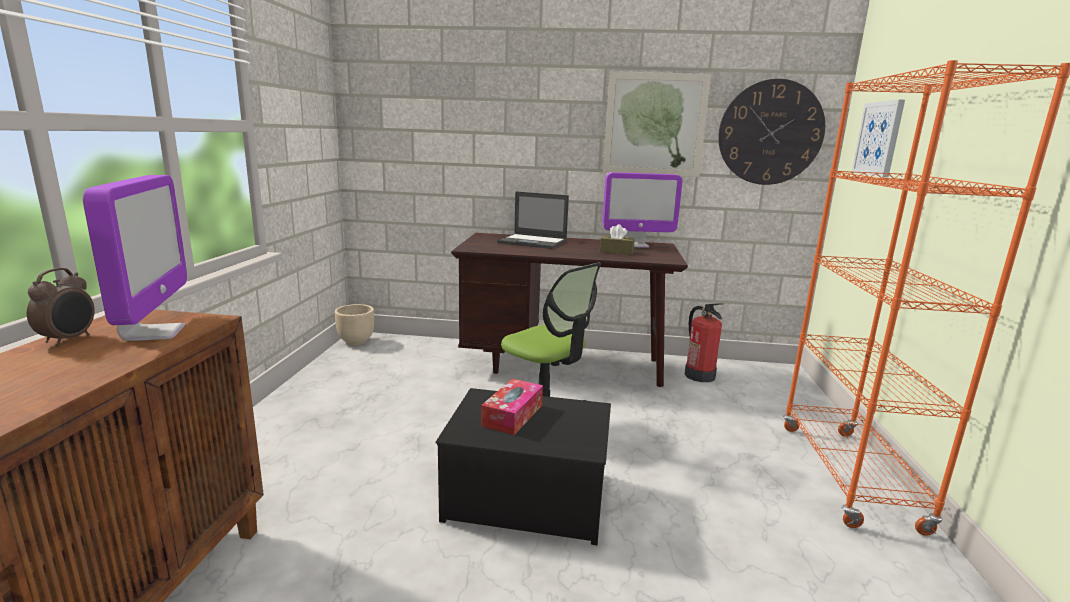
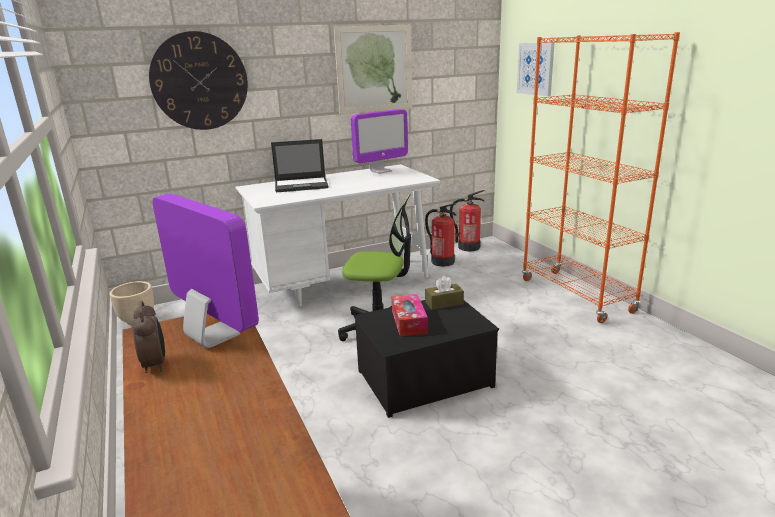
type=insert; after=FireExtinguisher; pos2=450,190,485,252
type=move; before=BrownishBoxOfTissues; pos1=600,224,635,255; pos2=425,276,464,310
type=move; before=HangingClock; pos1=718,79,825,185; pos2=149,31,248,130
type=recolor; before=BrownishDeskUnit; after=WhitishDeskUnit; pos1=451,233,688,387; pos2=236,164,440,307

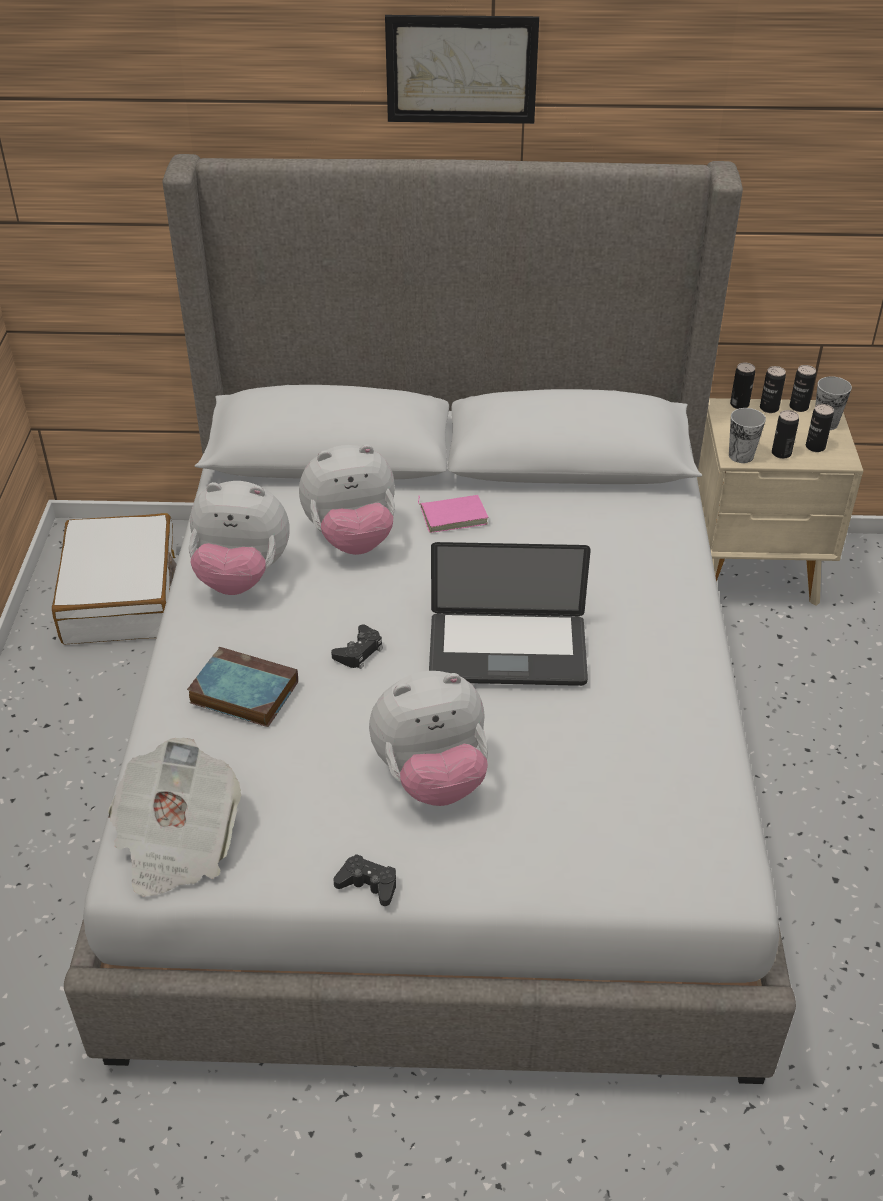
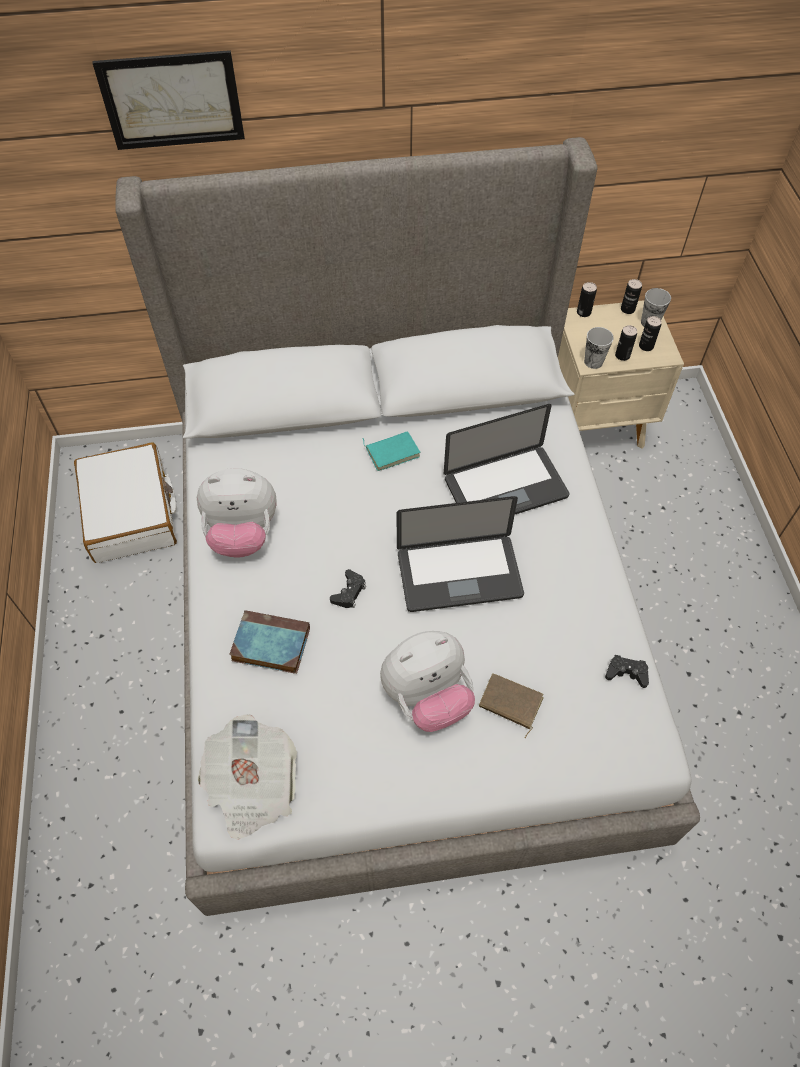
type=delete; before=SoftToy; pos1=299,444,395,555
type=delete; before=SealedCan; pos1=760,366,786,413
type=insert; after=PortableComputer; pos2=444,404,570,514
type=insert; after=BrownishBoundBook; pos2=479,673,544,739
type=move; before=BlackGamepad; pos1=333,854,396,906; pos2=605,655,649,688
type=move; before=WallPicture; pos1=385,15,539,124; pos2=92,50,245,150
type=recolor; before=PinkColouredBoundBook; after=TurquoiseBoundBook; pos1=418,495,489,533; pos2=362,431,420,471

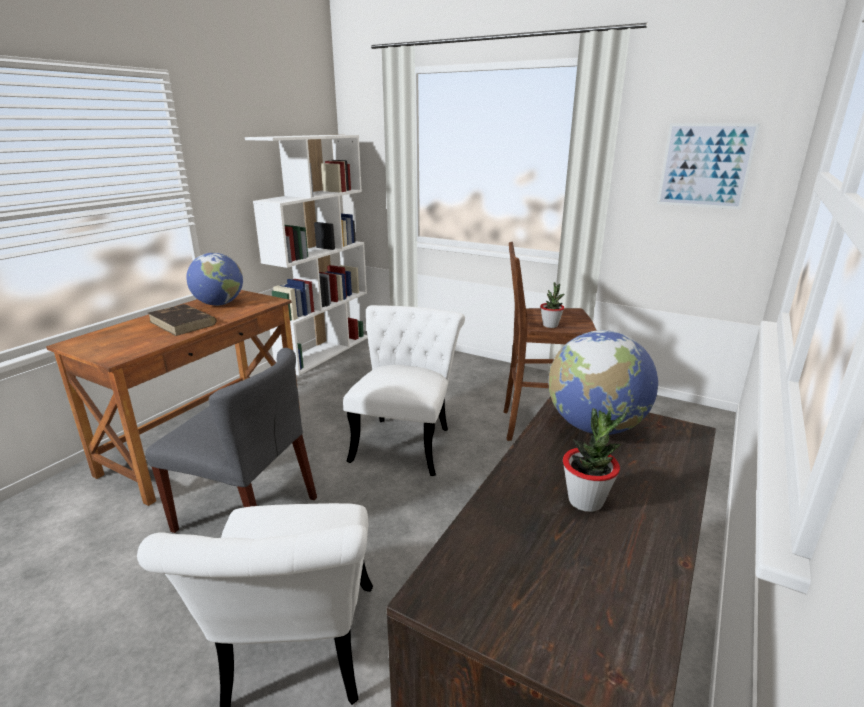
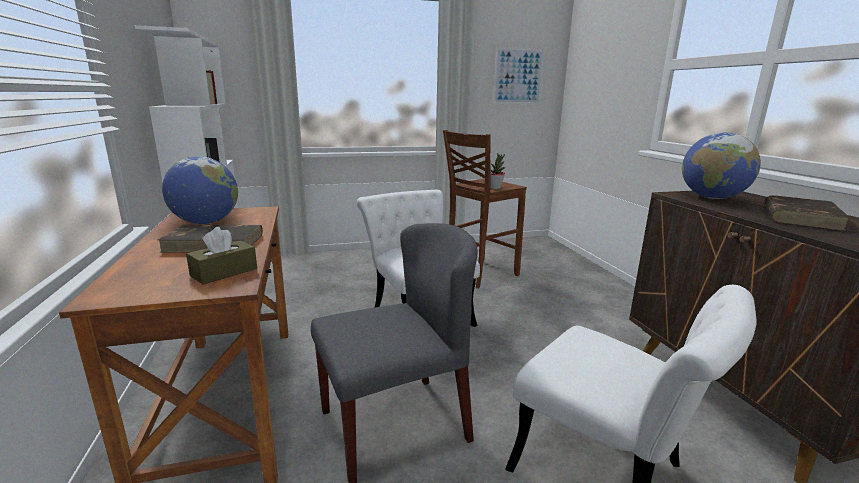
type=insert; after=BrownishBoxOfTissues; pos2=186,227,257,285
type=replace; before=Houseplant; after=BrownishBoundBook; pos1=563,408,627,512; pos2=765,195,850,231

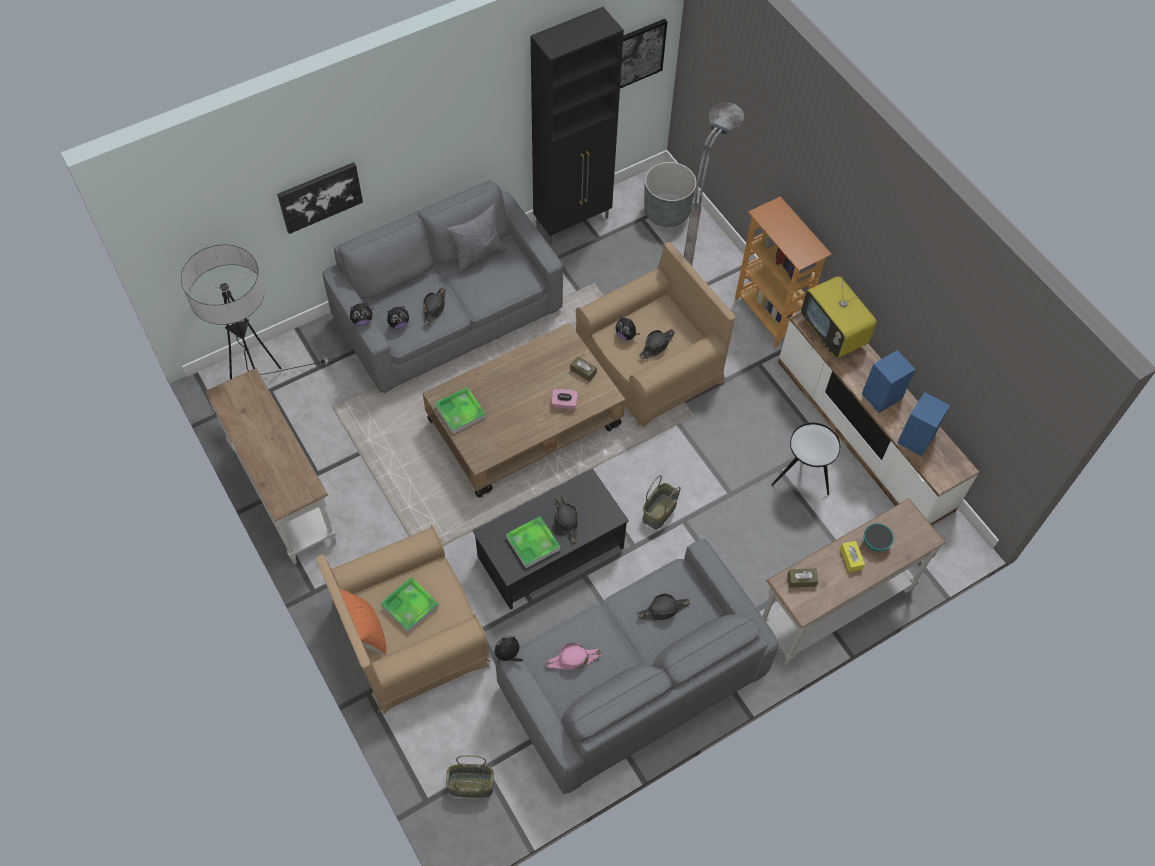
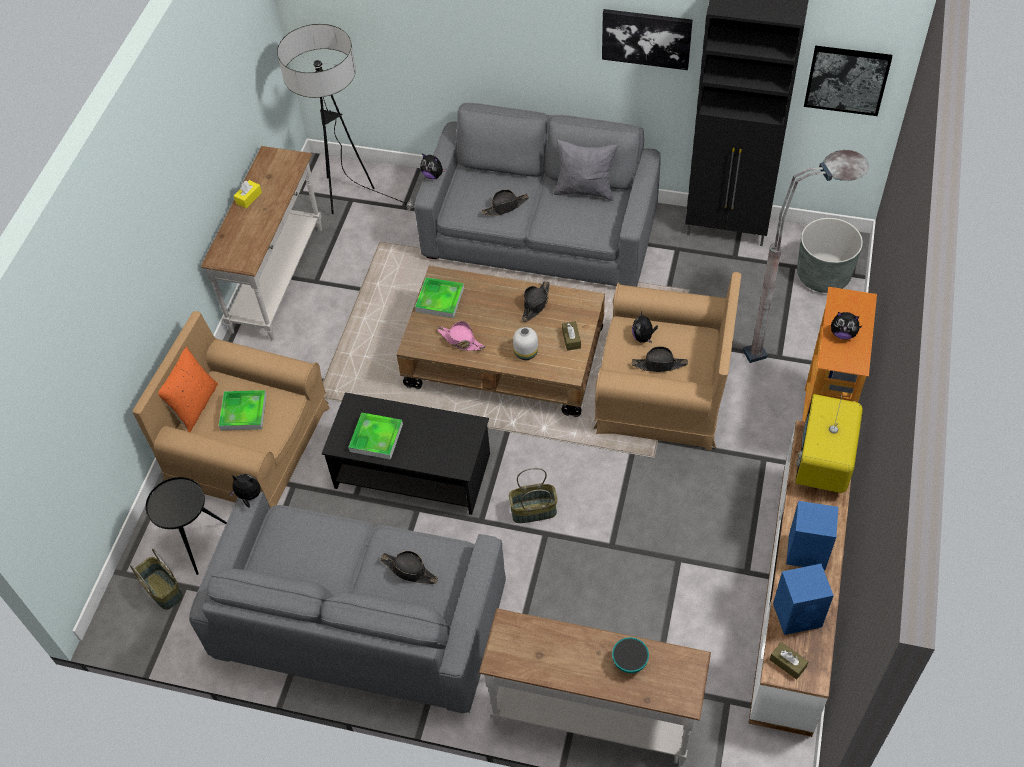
type=move; before=WallPicture; pos1=277,162,363,234; pos2=602,9,693,70
type=move; before=SoftToy; pos1=387,306,409,329; pos2=831,312,862,340
type=move; before=PinkColouredWearableHat; pos1=545,642,602,670; pos2=437,321,485,351
type=move; before=BlackWearableHat; pos1=555,495,578,543; pos2=522,281,550,322
type=move; before=BlackSideTable; pos1=771,423,841,495; pos2=145,477,227,575
type=move; before=BrownishBoxOfTissues; pos1=787,568,818,588; pos2=770,642,808,679
type=move; before=YellowBoxOfTissues; pos1=840,541,865,572; pos2=234,180,262,208
type=replace; before=PinkColouredBoxOfTissues; after=WhitishVase; pos1=551,389,578,409; pos2=513,327,538,360

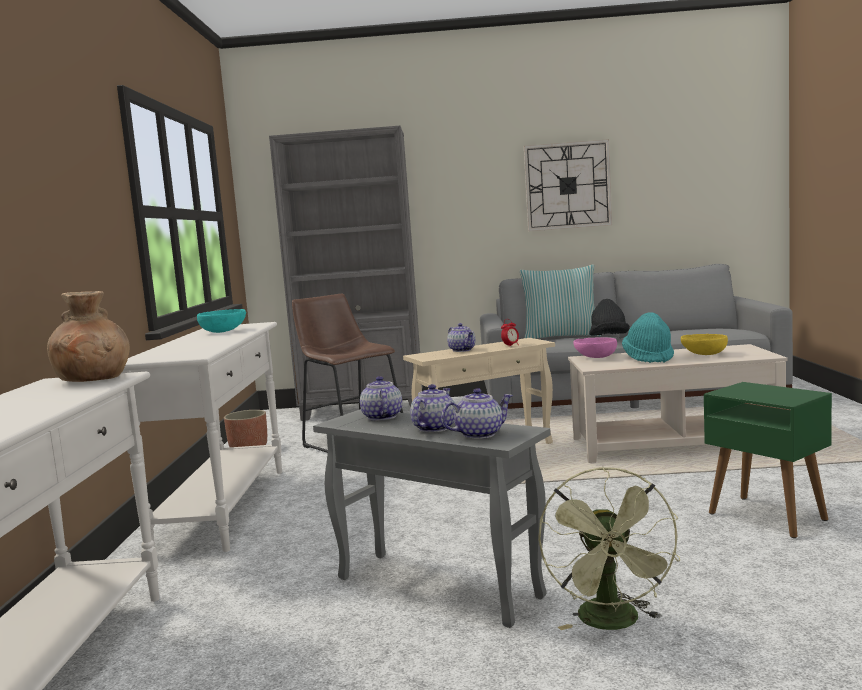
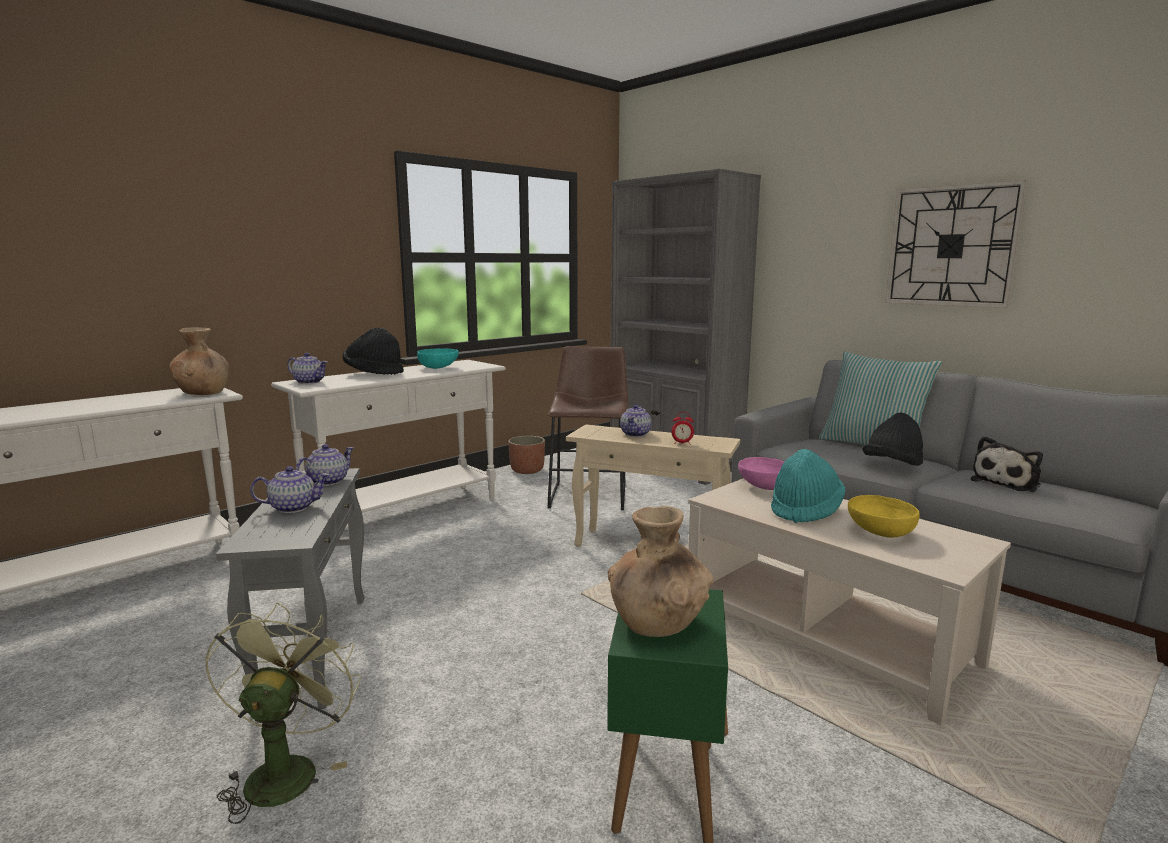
type=insert; after=BlackWearableHat; pos2=343,327,404,375
type=insert; after=BrownishVase; pos2=608,506,713,637
type=insert; after=SoftToy; pos2=970,436,1043,492
type=move; before=Teapot; pos1=441,388,513,439; pos2=287,353,327,384
type=rotate; before=GreenFan; pos1=538,467,680,630; pos2=205,603,361,824; turn=135

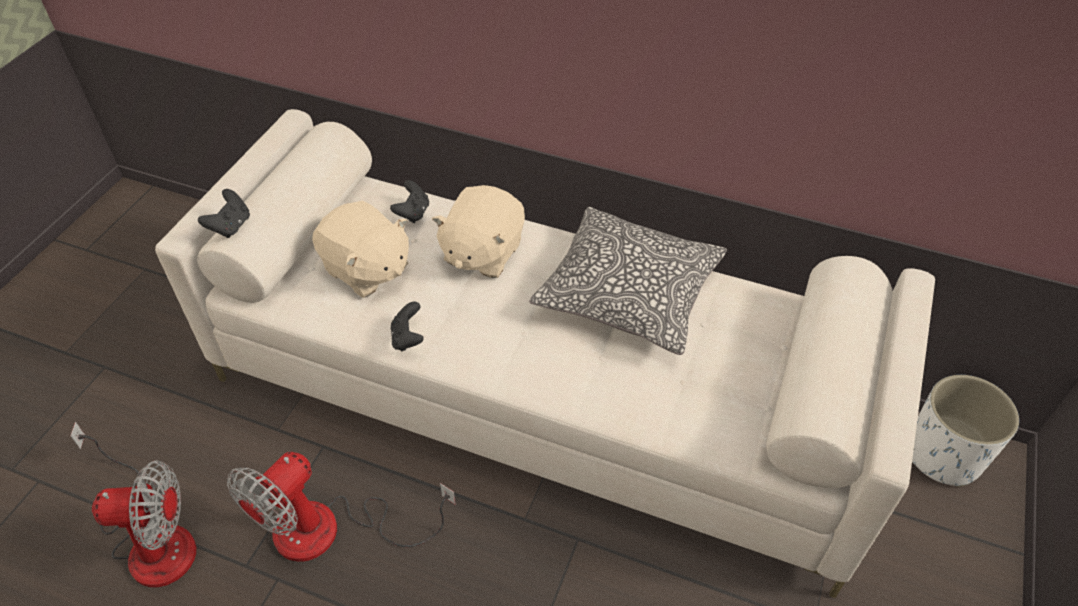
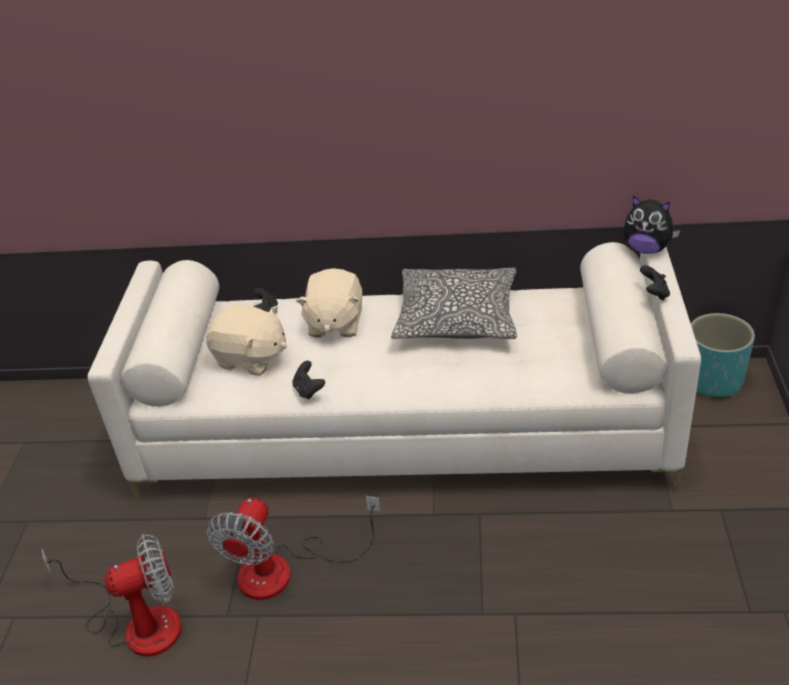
type=insert; after=SoftToy; pos2=624,196,680,254
type=move; before=BlackGamepad; pos1=198,189,250,238; pos2=640,265,670,300
type=recolor; before=WhitishPlanter; after=TurquoisePlanter; pos1=912,375,1019,487; pos2=691,313,755,397

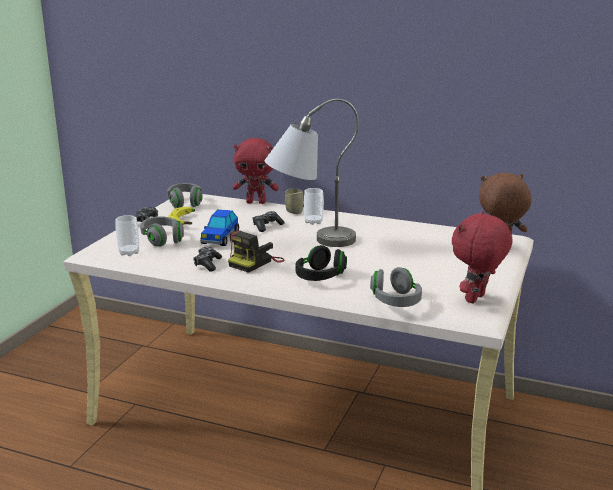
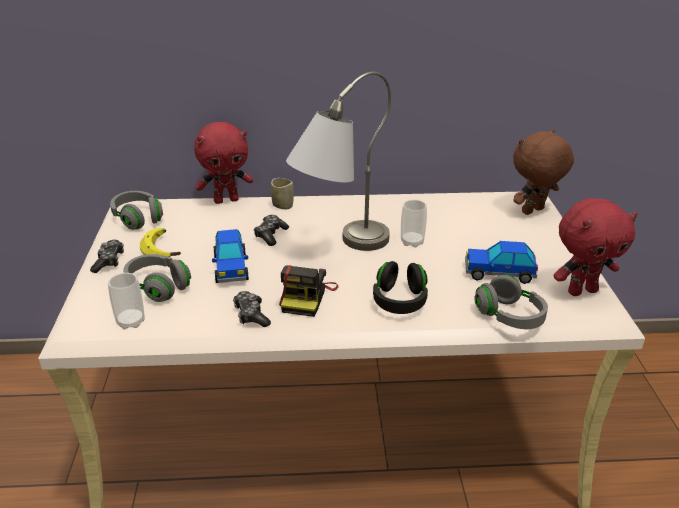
type=insert; after=MiniatureCar; pos2=465,241,538,284
type=move; before=DrinkingCup; pos1=304,188,324,225; pos2=401,200,427,248
type=rotate; before=RedSoftToy; pos1=452,211,512,303; pos2=553,198,638,296; turn=-120

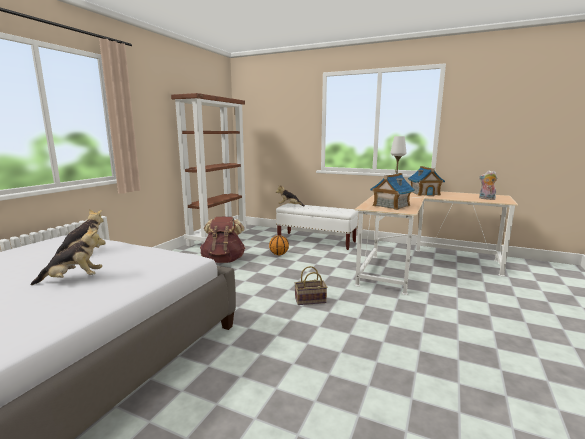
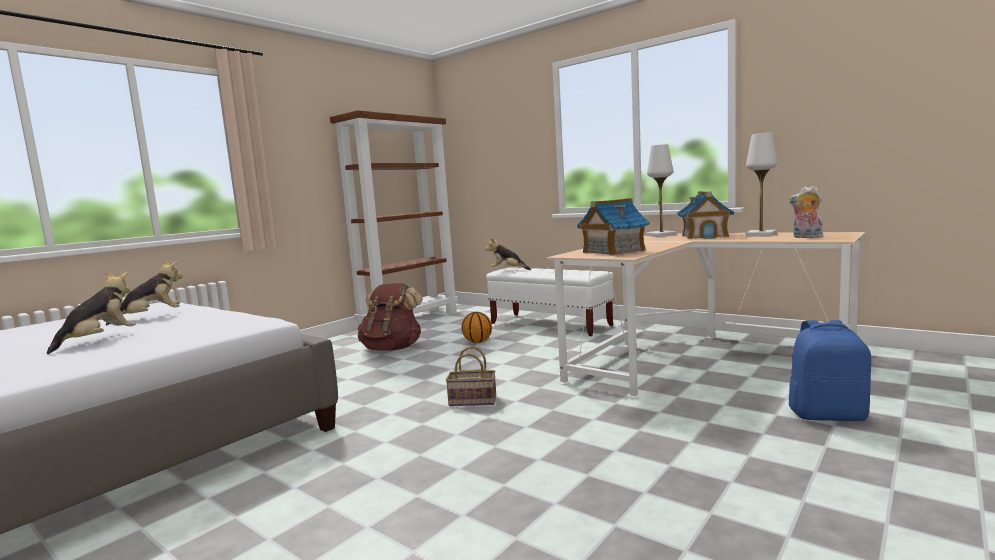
type=insert; after=WhitishTableLamp; pos2=745,132,778,237
type=insert; after=BlueColouredKnapsack; pos2=789,320,871,421
type=rotate; before=SoftToy; pos1=30,227,105,285; pos2=47,272,136,354; turn=-60

